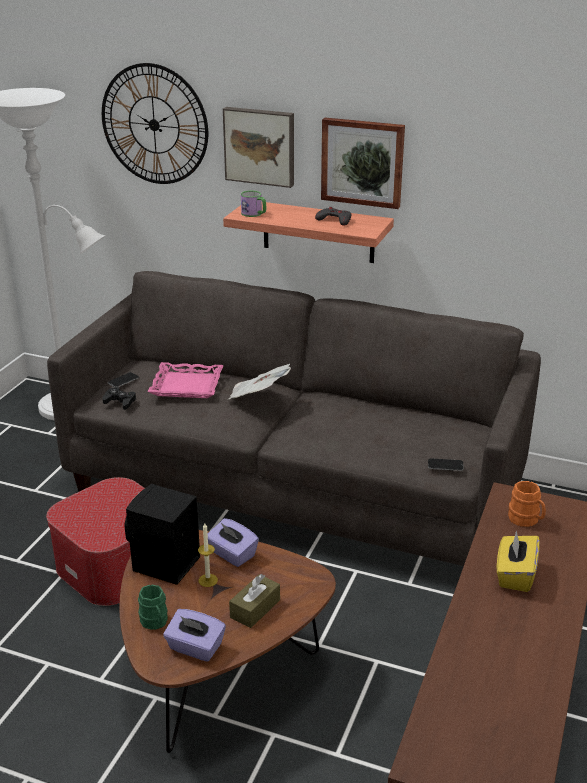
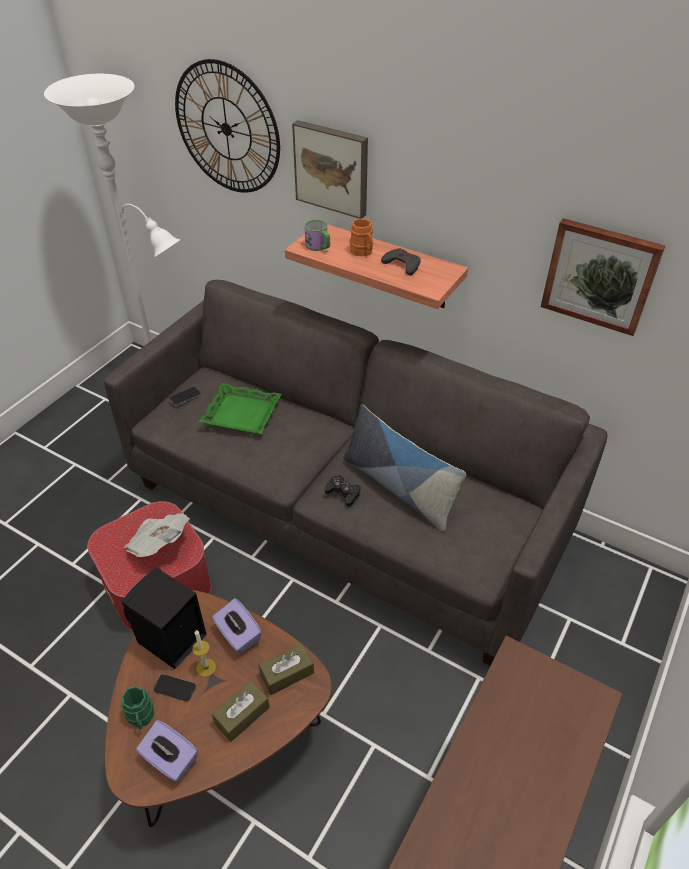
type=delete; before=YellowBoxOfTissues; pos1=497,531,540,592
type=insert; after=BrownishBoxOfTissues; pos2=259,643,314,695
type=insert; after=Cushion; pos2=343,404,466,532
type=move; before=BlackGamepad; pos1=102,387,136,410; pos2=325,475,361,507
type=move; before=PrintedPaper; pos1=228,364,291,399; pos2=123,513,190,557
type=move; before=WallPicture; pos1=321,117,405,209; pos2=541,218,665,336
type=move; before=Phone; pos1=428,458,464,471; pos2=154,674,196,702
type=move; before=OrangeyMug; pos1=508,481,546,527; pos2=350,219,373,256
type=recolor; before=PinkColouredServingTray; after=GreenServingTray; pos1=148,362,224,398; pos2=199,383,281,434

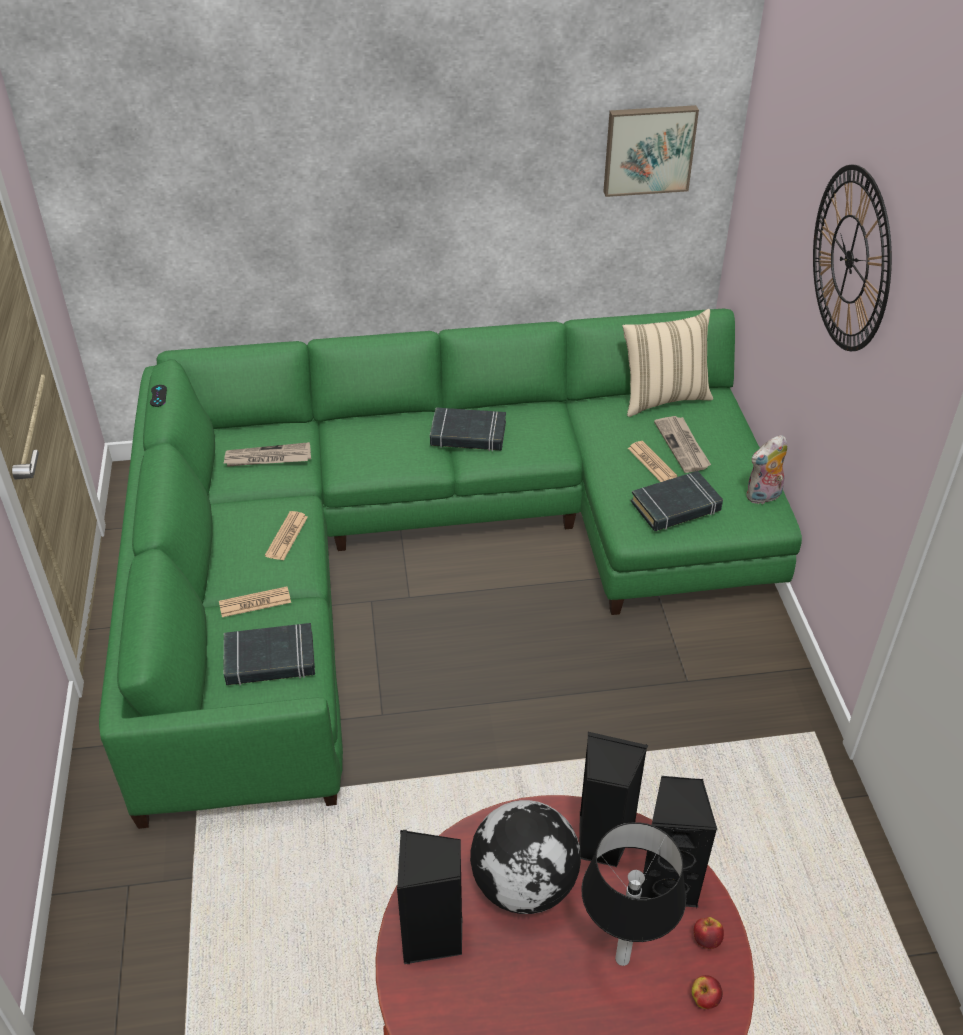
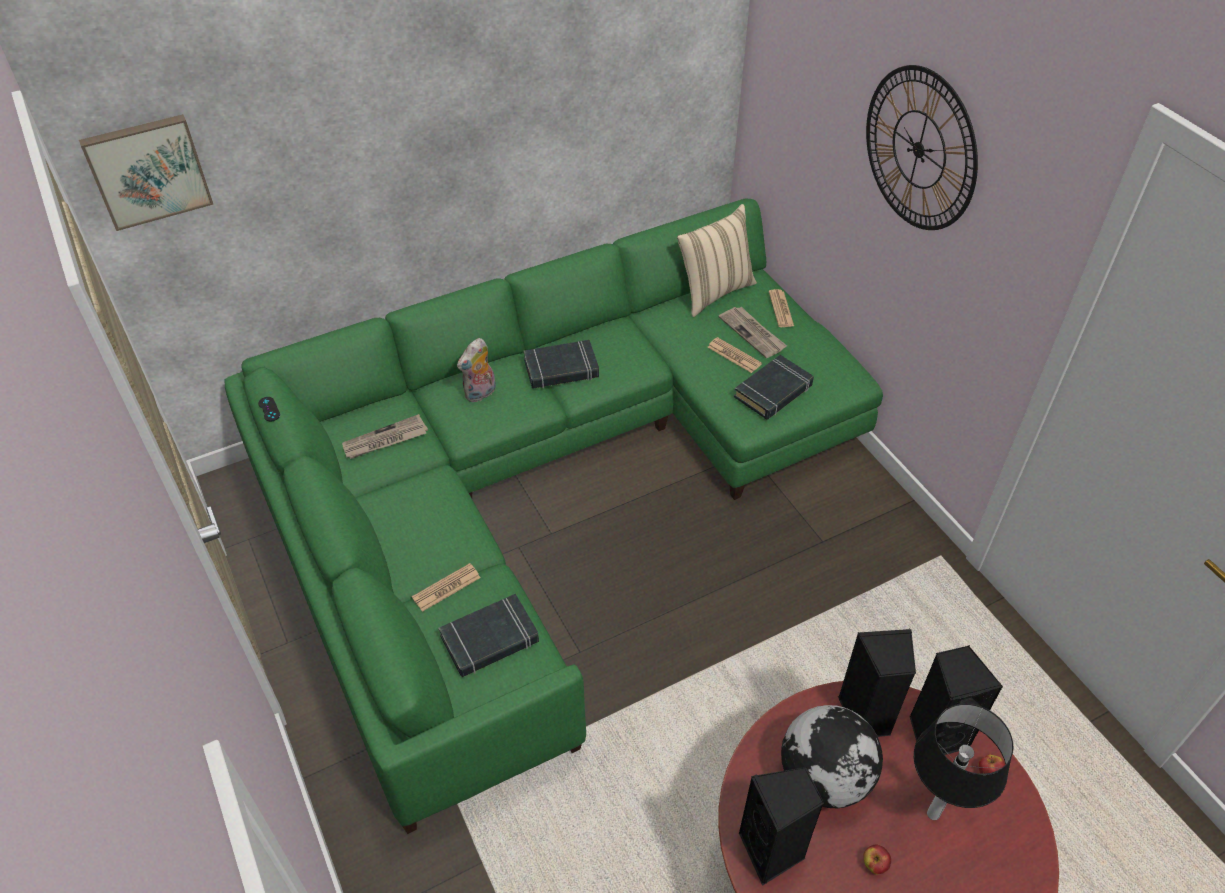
type=move; before=PrintedPaper; pos1=265,511,308,561; pos2=769,289,794,327
type=move; before=WallPicture; pos1=603,105,699,197; pos2=79,114,213,231
type=move; before=Apple; pos1=692,975,723,1009; pos2=863,845,891,874
type=move; before=SoftToy; pos1=746,435,787,504; pos2=457,338,496,403

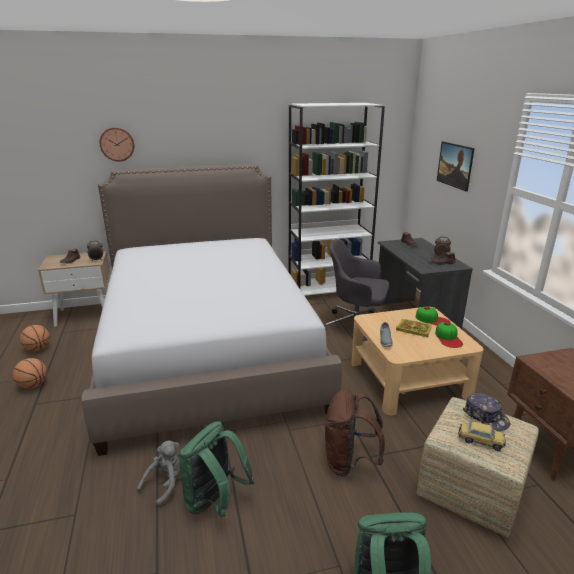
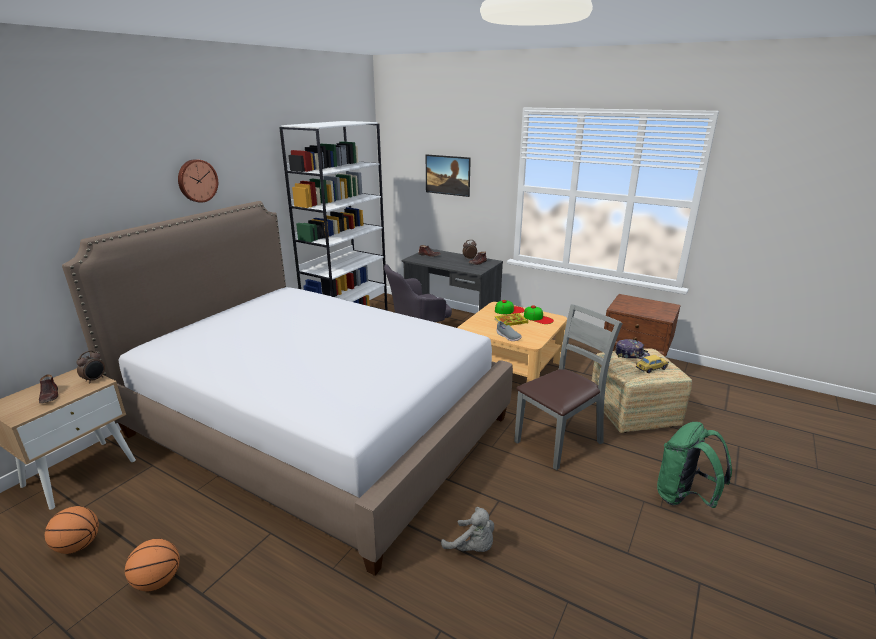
type=delete; before=GreenKnapsack; pos1=179,421,255,517
type=move; before=HangingClock; pos1=99,127,134,162; pos2=178,159,218,203
type=replace; before=BrownishKnapsack; after=GreyishPlainChair; pos1=325,389,385,476; pos2=514,304,623,470
type=rotate; before=GreyishSoftToy; pos1=137,441,181,507; pos2=441,507,494,552; turn=135

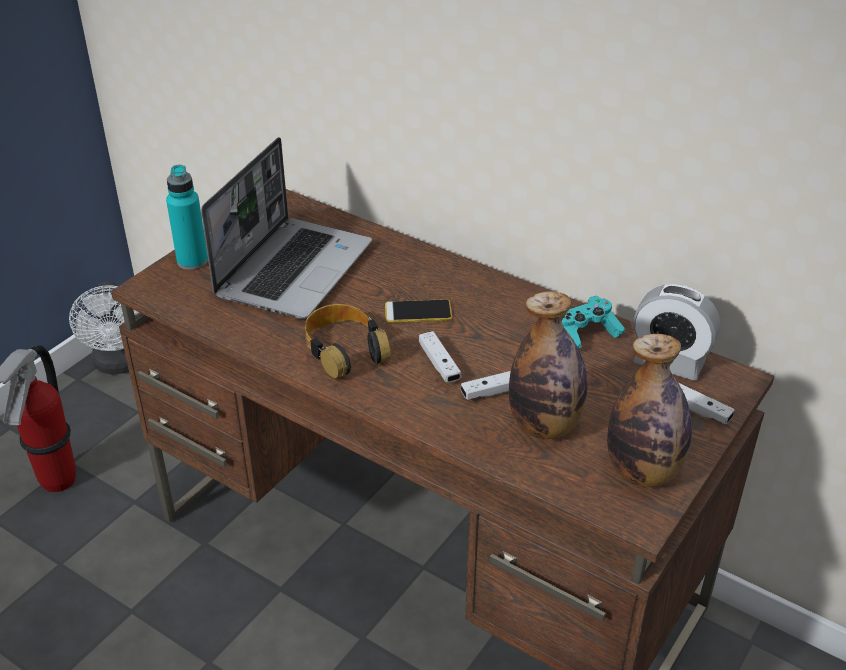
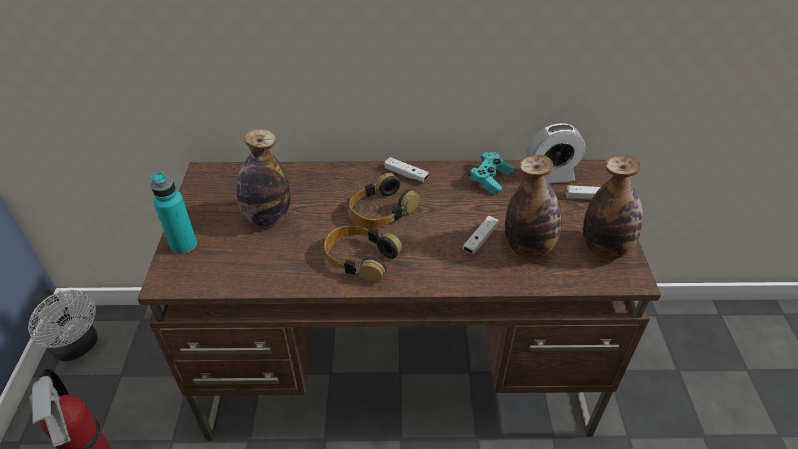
type=move; before=WhitishGamepad; pos1=419,331,461,383; pos2=384,157,429,182
type=replace; before=PortableComputer; after=Bottle; pos1=201,137,372,319; pos2=237,129,290,226
type=replace; before=Phone; after=Headset; pos1=385,299,452,323; pos2=349,173,420,229

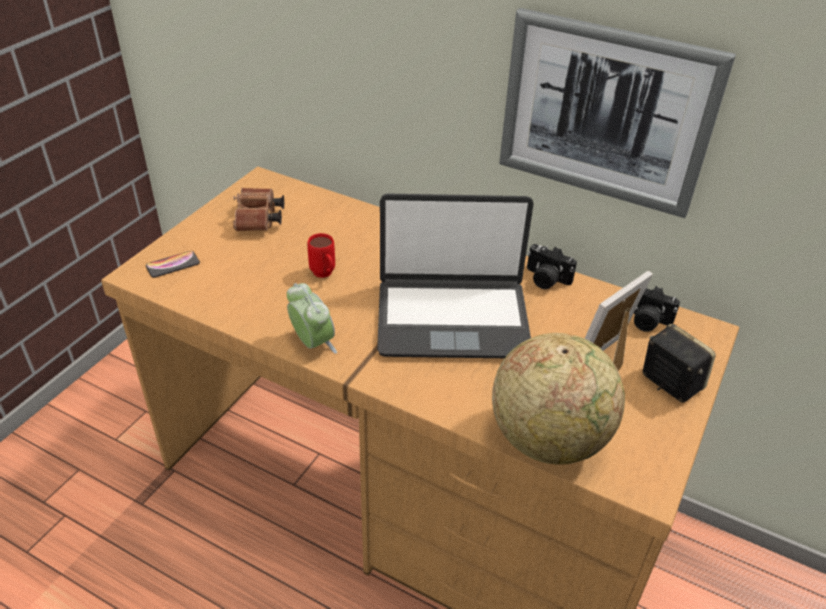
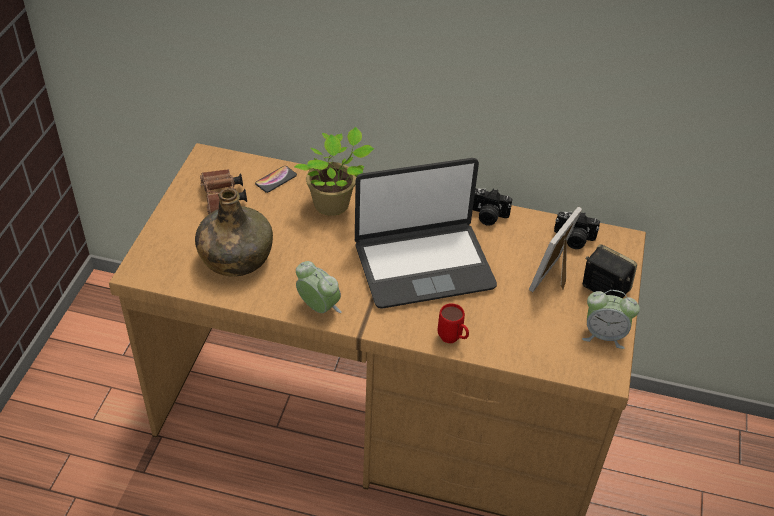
type=delete; before=DeskGlobe; pos1=492,333,625,465
type=delete; before=WallPicture; pos1=499,8,736,218
type=insert; after=GreenBottle; pos2=195,188,273,277
type=insert; after=Houseplant; pos2=294,127,374,216
type=insert; after=AlarmClock; pos2=582,290,640,349
type=move; before=Phone; pos1=146,251,200,278; pos2=255,166,297,193
type=move; before=RedMug; pos1=307,233,335,278; pos2=438,303,469,343

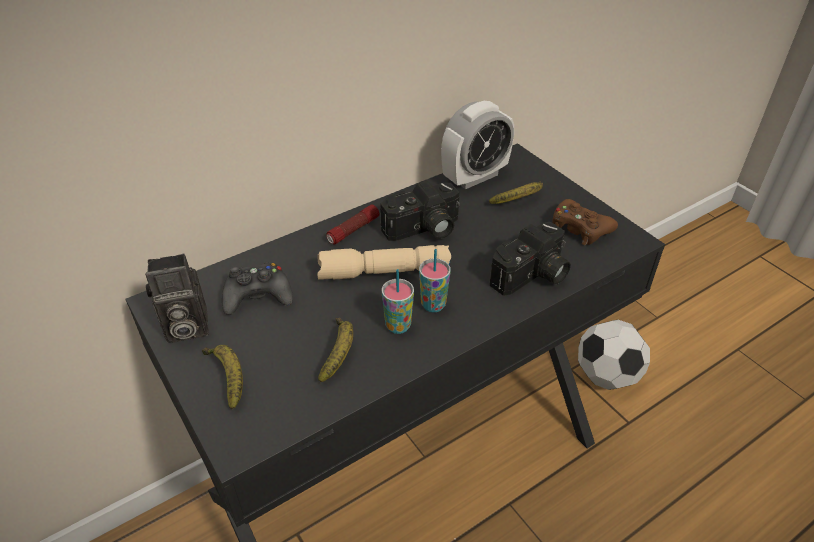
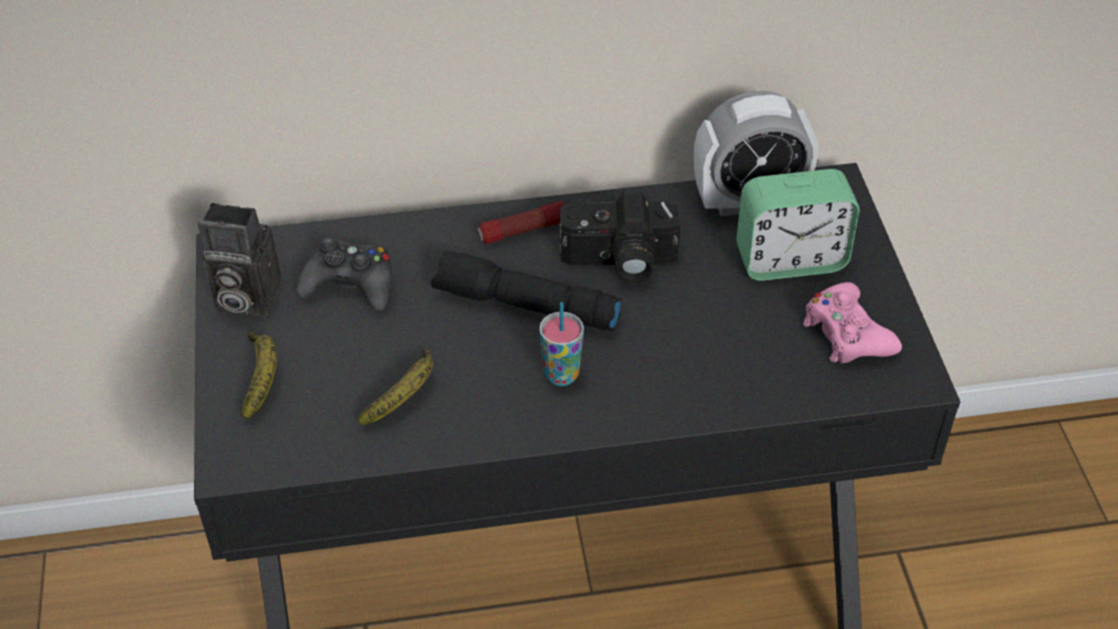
type=delete; before=DrinkingCup; pos1=382,269,414,334
type=delete; before=PhotoCamera; pos1=490,222,571,296
type=delete; before=BallForFootball; pos1=578,320,650,390
type=replace; before=Banana; after=AlarmClock; pos1=489,181,543,204; pos2=736,169,860,281
type=recolor; before=SandColouredHandTorch; after=BlackHandTorch; pos1=317,245,451,280; pos2=431,251,622,331
type=recolor; before=BrownishGamepad; after=PinkColouredGamepad; pos1=552,199,618,245; pos2=803,282,902,363

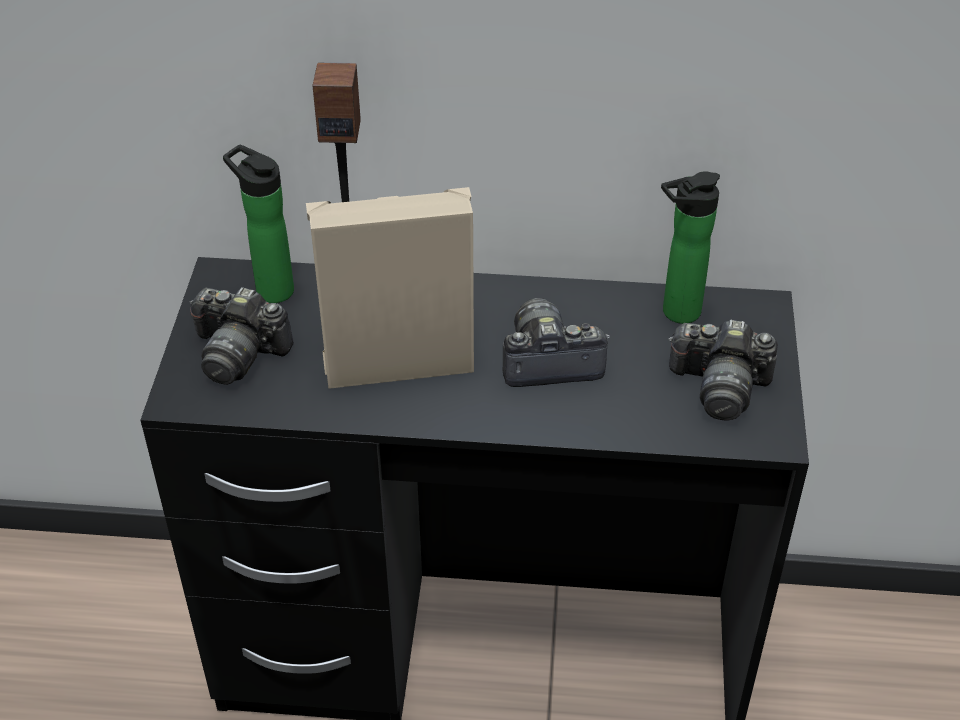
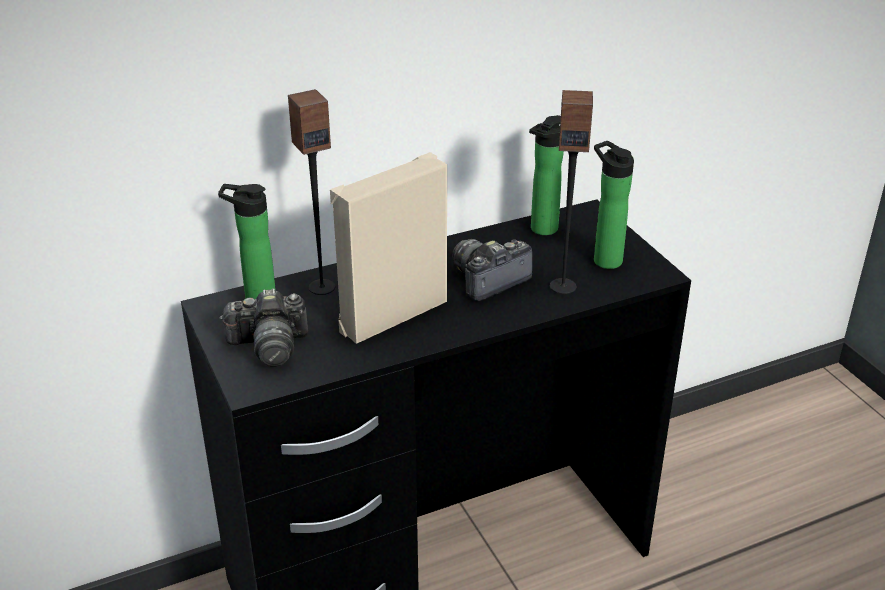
type=insert; after=Speaker; pos2=550,90,593,294
type=replace; before=PhotoCamera; after=Bottle; pos1=668,320,778,421; pos2=594,141,634,269

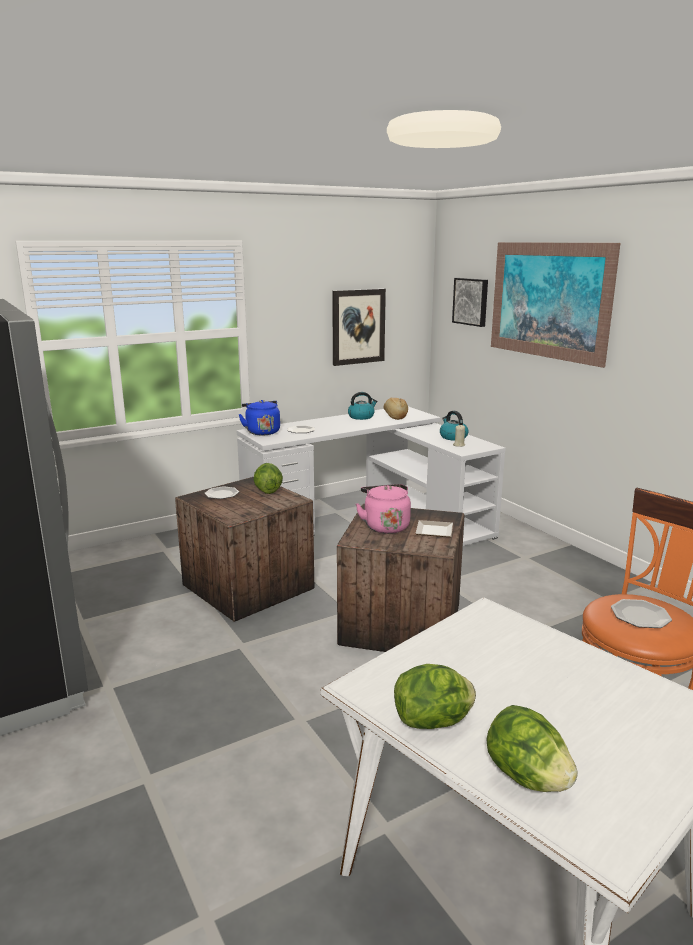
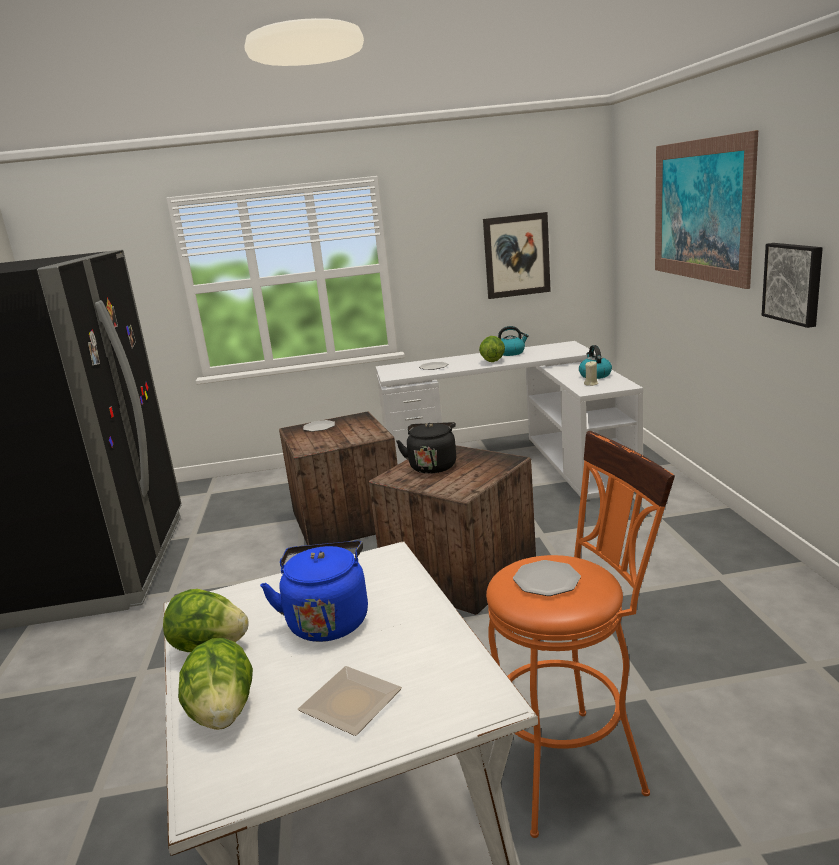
type=delete; before=BakeryBread; pos1=384,398,408,420
type=move; before=BlueColouredWaterKettle; pos1=238,400,280,435; pos2=260,541,368,642
type=move; before=Lettuce; pos1=253,463,283,494; pos2=479,336,505,362
type=move; before=FlatDish; pos1=415,520,453,537; pos2=297,666,402,736
type=move; before=WallPicture; pos1=452,278,488,327; pos2=762,243,823,328
type=recolor; before=PinkColouredWaterKettle; after=BlackWaterKettle; pos1=356,484,411,534; pos2=396,422,456,474

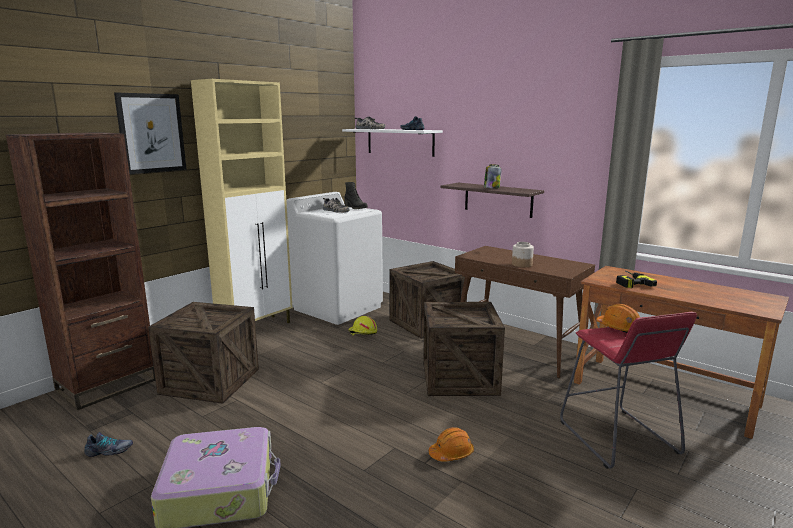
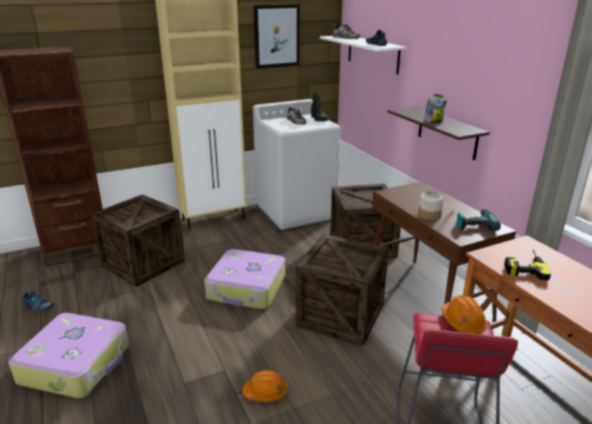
type=delete; before=YellowSafetyHelmet; pos1=348,316,377,335
type=insert; after=PieceOfLuggage; pos2=204,249,285,309
type=insert; after=Drill; pos2=455,209,501,231
type=move; before=WallPicture; pos1=114,92,187,174; pos2=254,4,300,68

